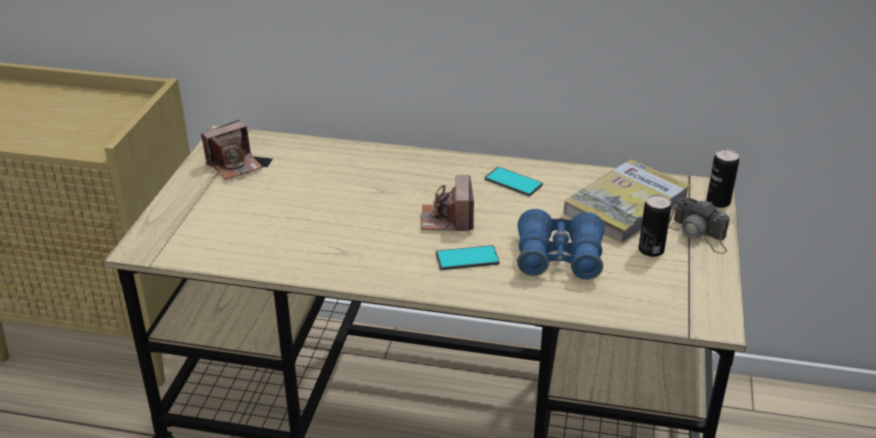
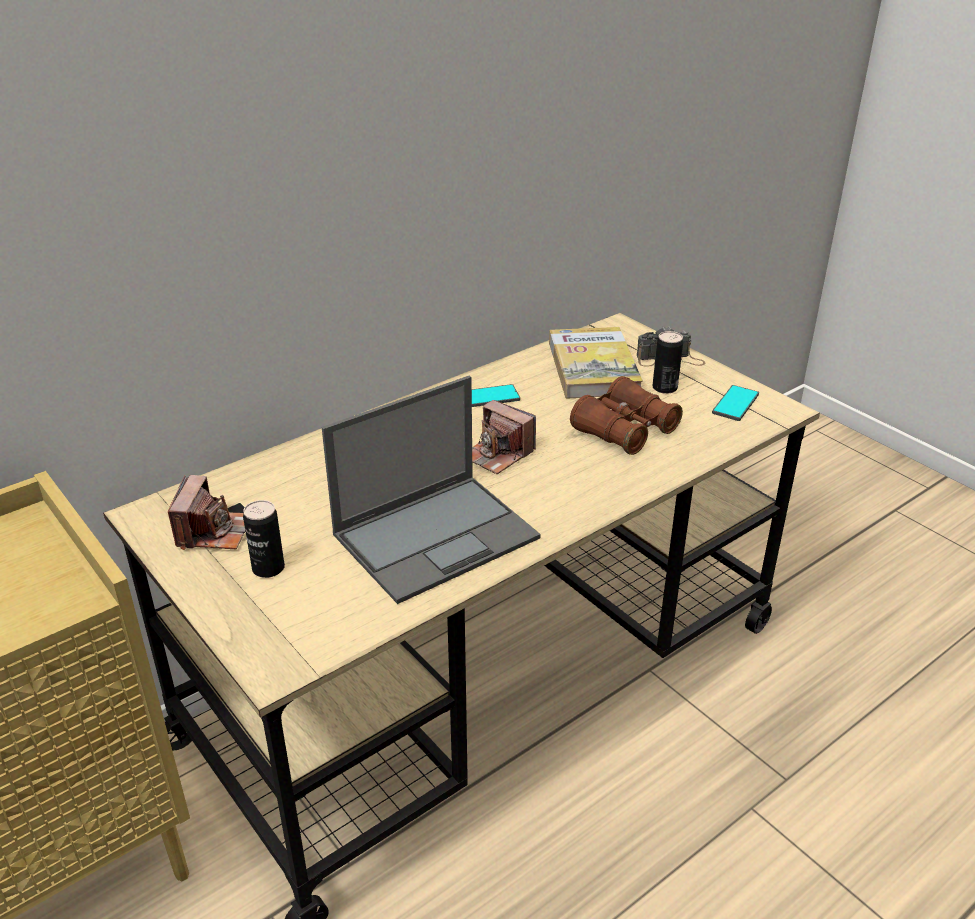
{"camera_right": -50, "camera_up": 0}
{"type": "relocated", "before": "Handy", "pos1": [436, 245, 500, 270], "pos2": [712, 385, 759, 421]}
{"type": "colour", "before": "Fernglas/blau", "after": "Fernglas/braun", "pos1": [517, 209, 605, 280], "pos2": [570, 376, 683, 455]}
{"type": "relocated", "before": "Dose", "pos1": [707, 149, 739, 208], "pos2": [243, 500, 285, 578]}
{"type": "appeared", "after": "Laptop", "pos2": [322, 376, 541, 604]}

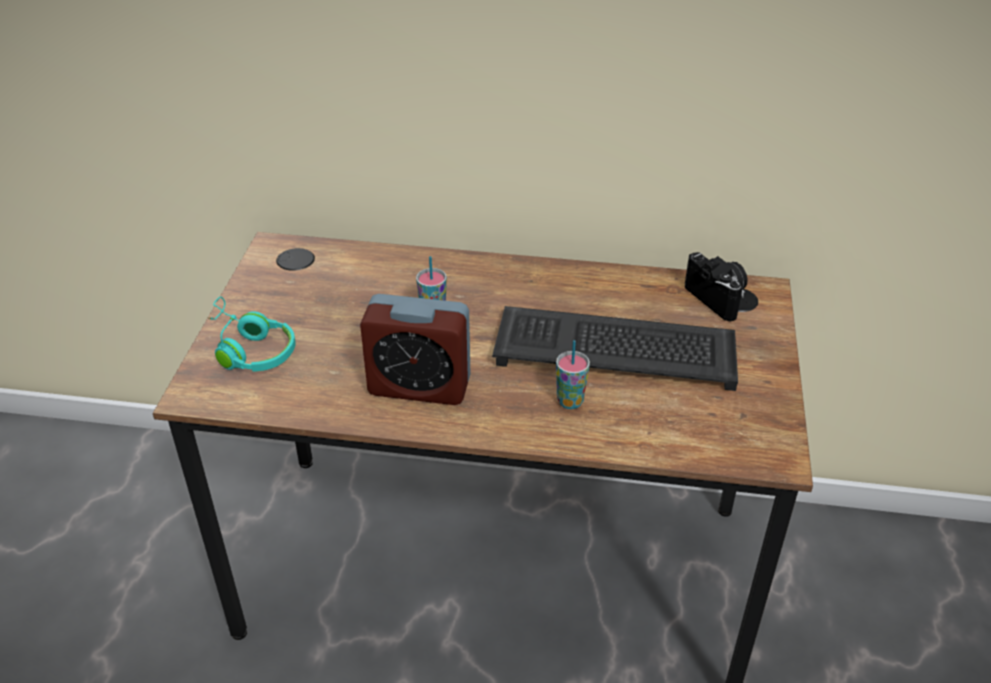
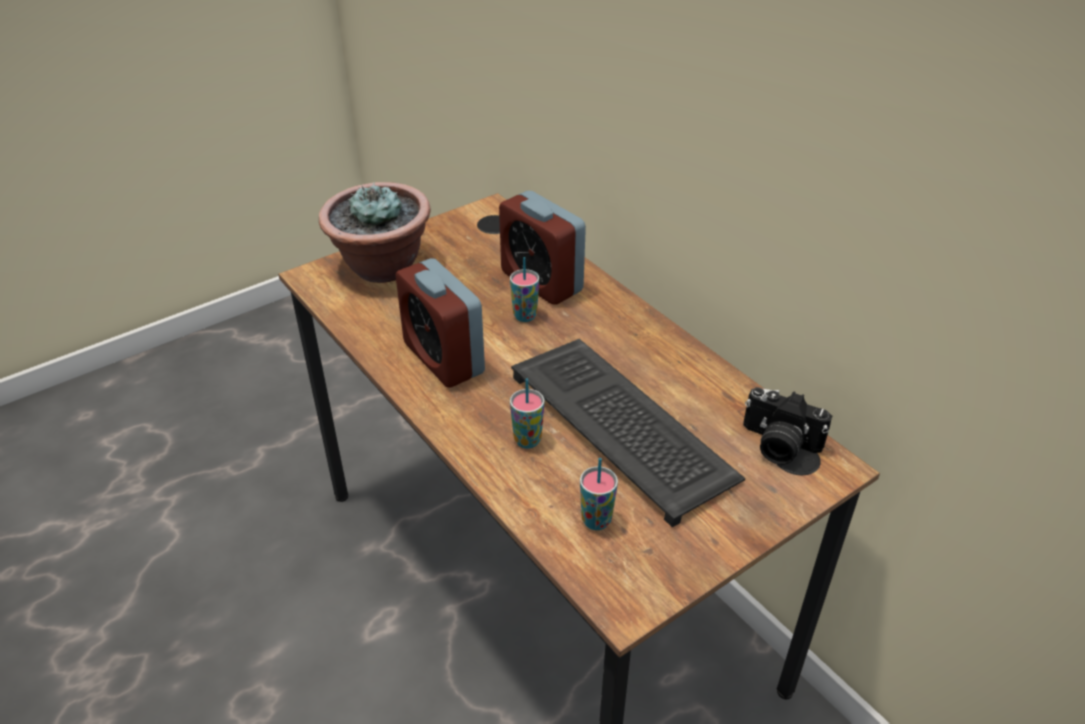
{"camera_right": 45, "camera_up": 0}
{"type": "exchanged", "before": "Kopfhörer/türkis", "after": "Topfpflanze", "pos1": [210, 297, 296, 372], "pos2": [319, 182, 431, 283]}
{"type": "spun", "before": "Kamera", "pos1": [685, 252, 748, 322], "pos2": [743, 387, 832, 465], "turn": 105}
{"type": "appeared", "after": "Wecker", "pos2": [499, 191, 586, 305]}
{"type": "appeared", "after": "Tasse", "pos2": [580, 458, 618, 530]}

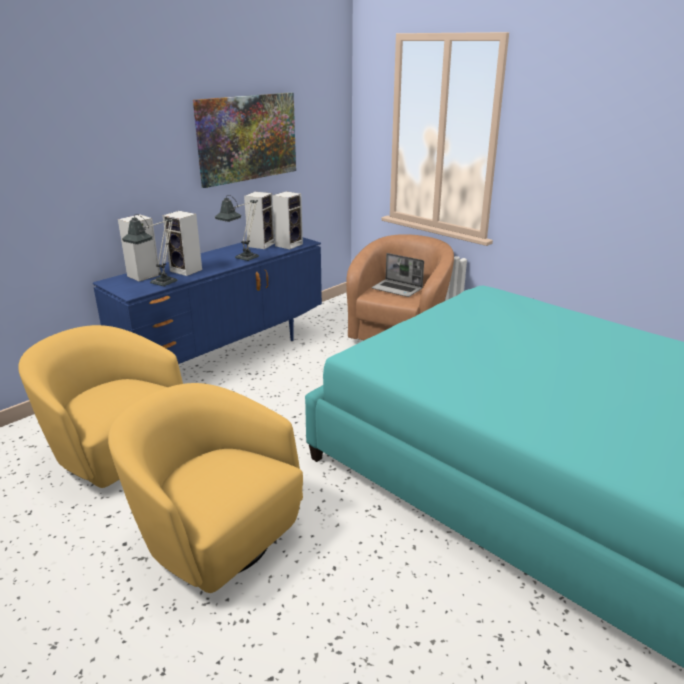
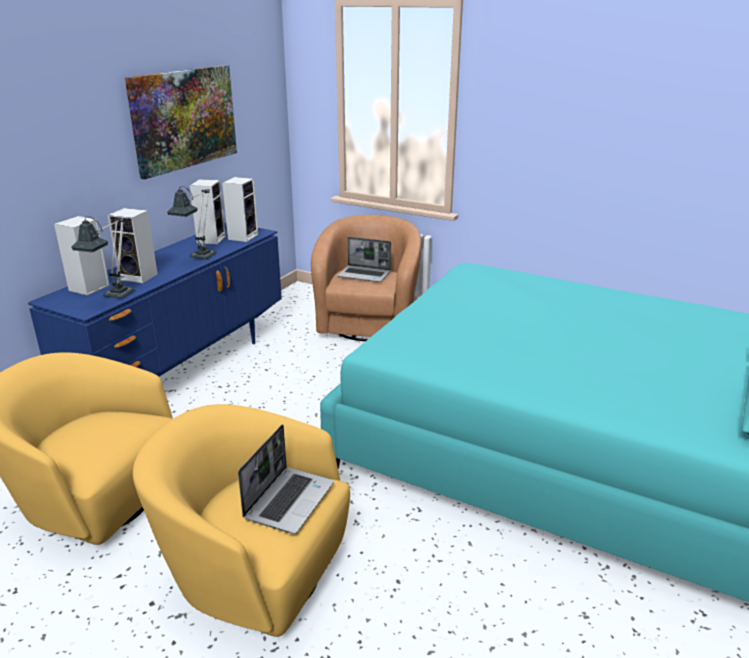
{"camera_right": -15, "camera_up": 0}
{"type": "appeared", "after": "Laptop", "pos2": [238, 424, 334, 534]}

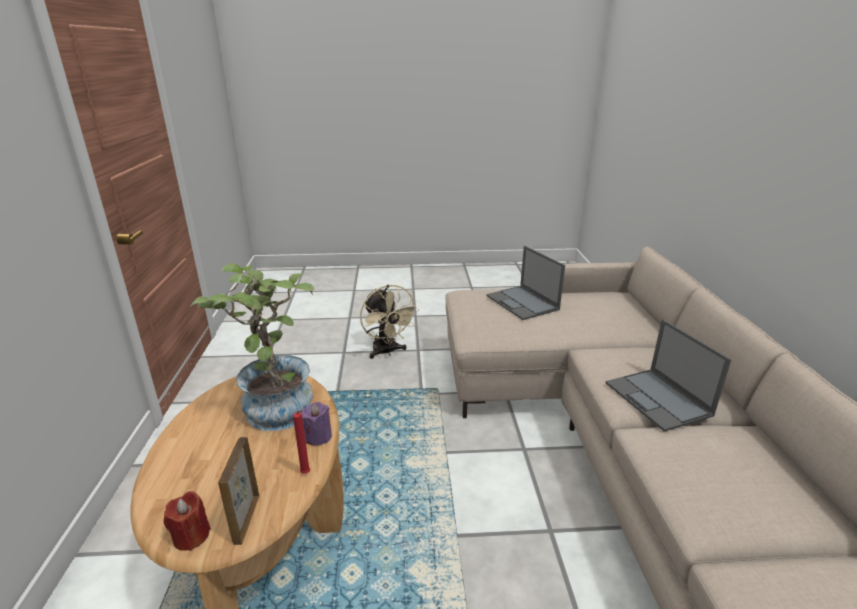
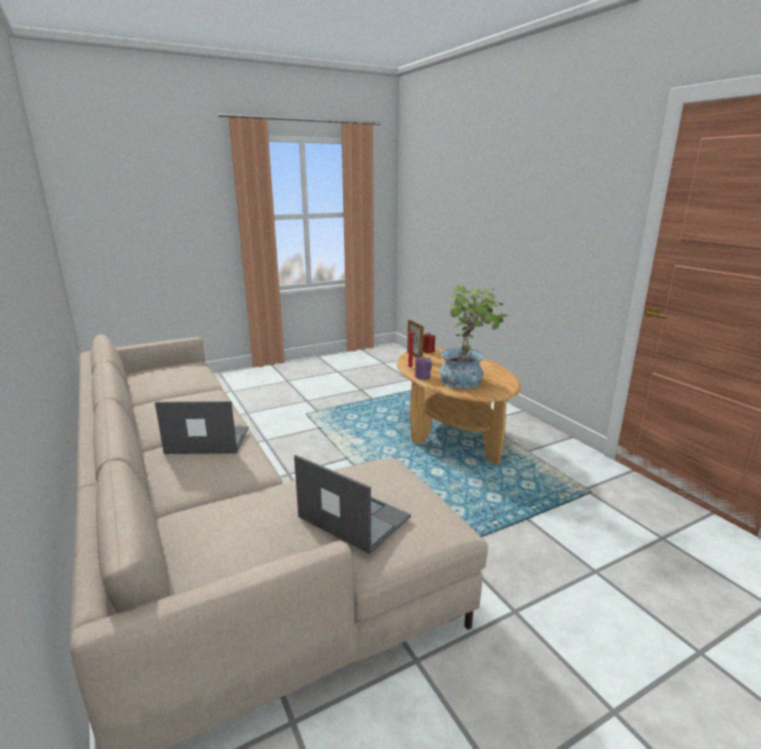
{"camera_right": 155, "camera_up": -5}
{"type": "missing", "before": "Ventilator/beige", "pos1": [360, 285, 419, 359]}
{"type": "spun", "before": "Laptop", "pos1": [606, 319, 732, 432], "pos2": [155, 401, 249, 454], "turn": -45}

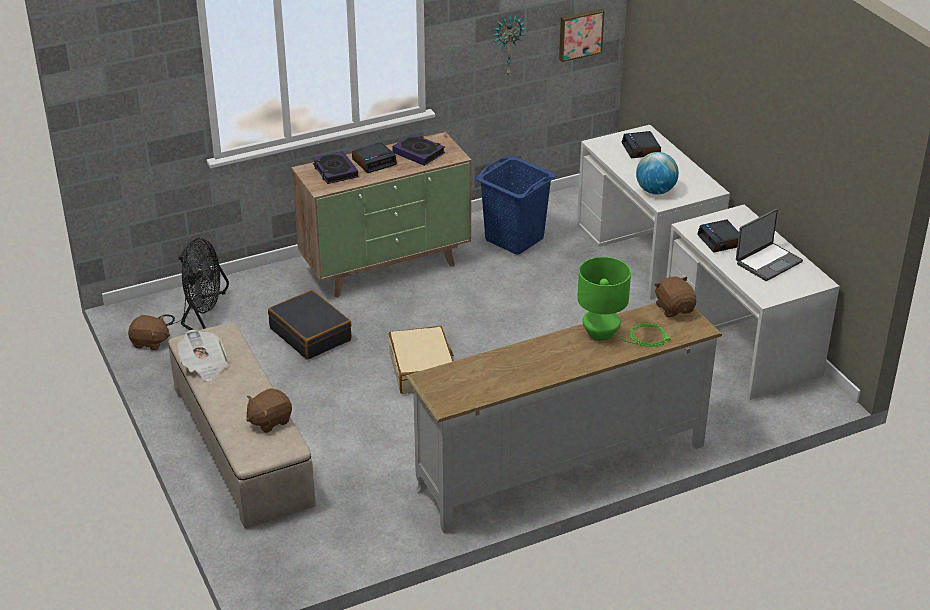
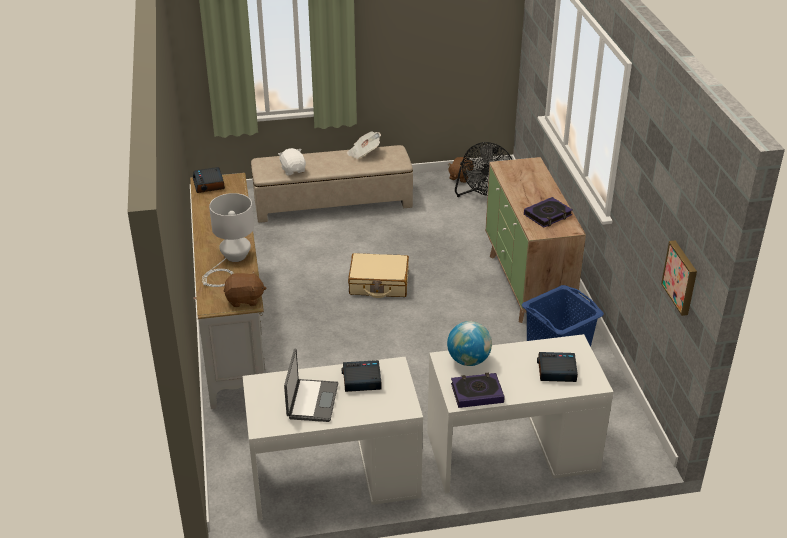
{"camera_right": 105, "camera_up": 0}
{"type": "colour", "before": "Plüschtier/braun", "after": "Plüschtier/weiß", "pos1": [246, 388, 292, 433], "pos2": [278, 148, 306, 176]}
{"type": "missing", "before": "Koffer/schwarz", "pos1": [268, 290, 352, 360]}
{"type": "relocated", "before": "Buch", "pos1": [313, 151, 358, 184], "pos2": [451, 373, 505, 408]}
{"type": "relocated", "before": "Wecker", "pos1": [352, 142, 397, 173], "pos2": [193, 167, 225, 193]}
{"type": "missing", "before": "Wanduhr", "pos1": [493, 14, 526, 76]}
{"type": "colour", "before": "Tischlampe/grün", "after": "Tischlampe/grau", "pos1": [577, 257, 671, 347], "pos2": [202, 193, 254, 287]}
{"type": "spun", "before": "Laptop", "pos1": [736, 209, 803, 281], "pos2": [284, 349, 338, 422], "turn": -150}

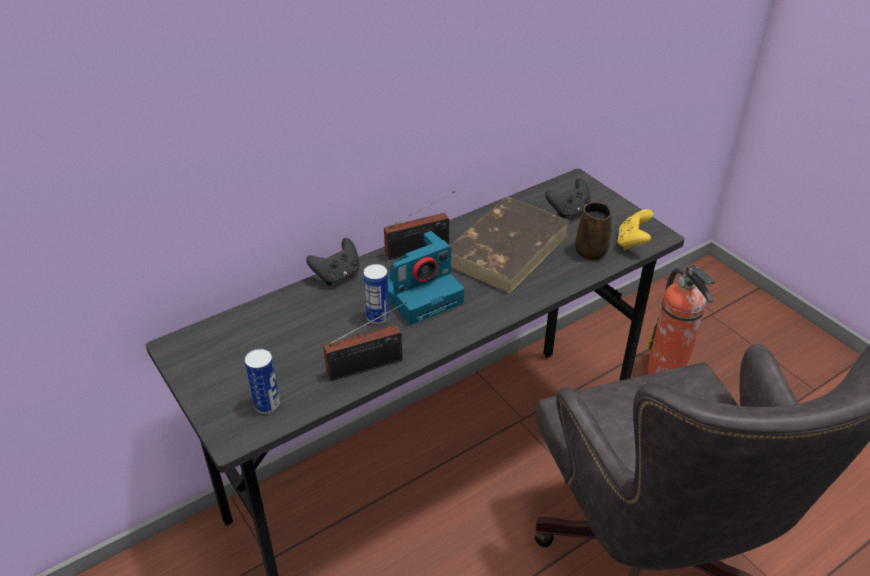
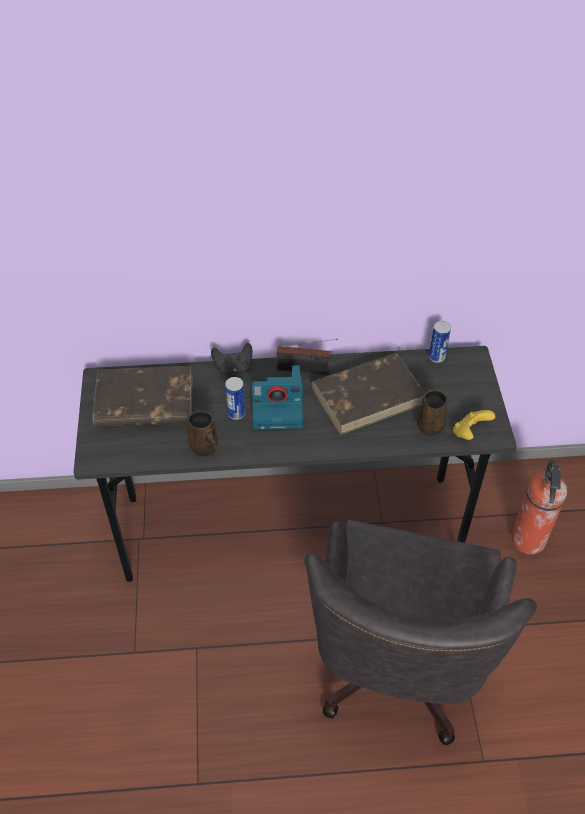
{"camera_right": 30, "camera_up": 10}
{"type": "relocated", "before": "Dose", "pos1": [245, 349, 280, 414], "pos2": [429, 321, 451, 363]}
{"type": "exchanged", "before": "Radio", "after": "Henkelbecher/braun", "pos1": [323, 302, 406, 381], "pos2": [188, 411, 218, 456]}
{"type": "missing", "before": "Gamepad/schwarz", "pos1": [545, 178, 591, 218]}
{"type": "appeared", "after": "Buch/braun", "pos2": [93, 366, 193, 427]}

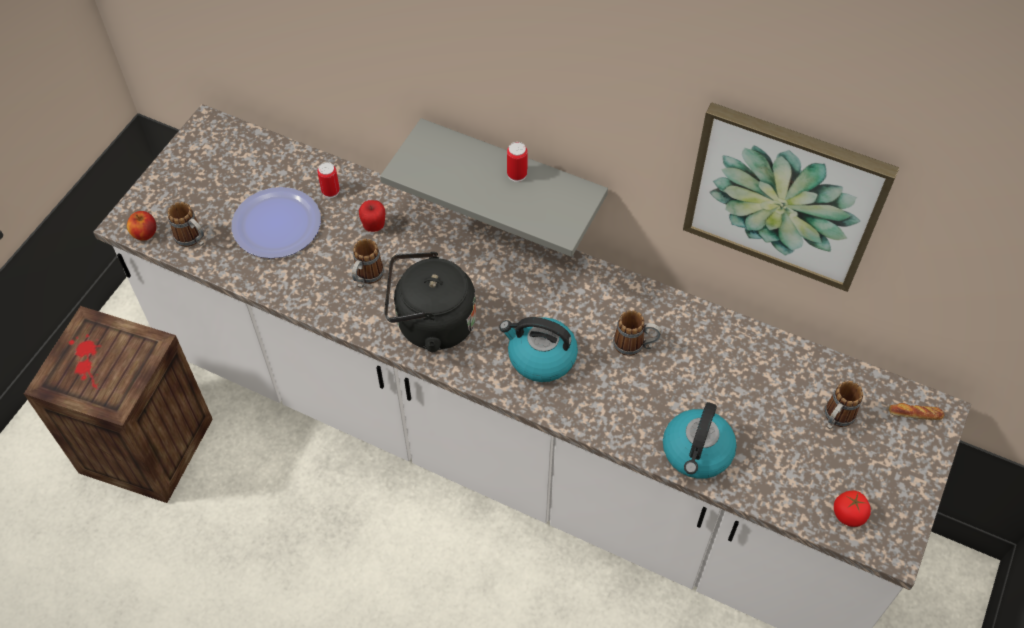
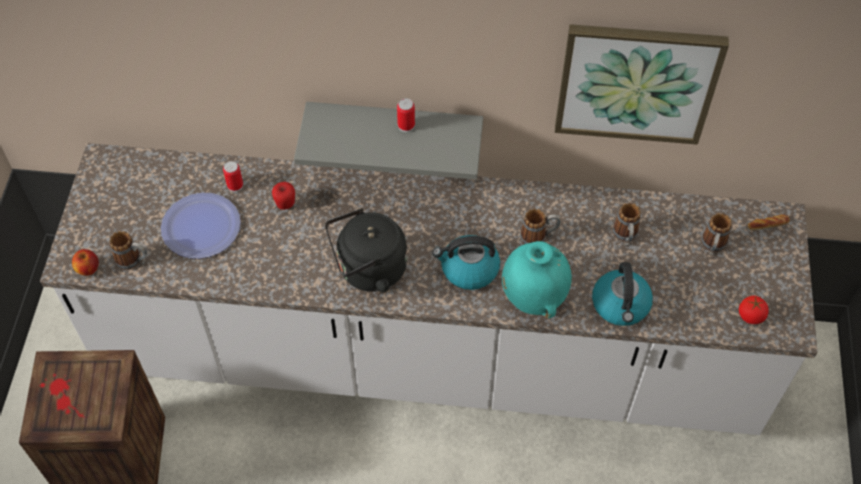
{"camera_right": -20, "camera_up": 0}
{"type": "relocated", "before": "Henkelbecher", "pos1": [352, 239, 384, 288], "pos2": [613, 203, 641, 246]}
{"type": "appeared", "after": "Vase/türkis", "pos2": [502, 241, 572, 318]}

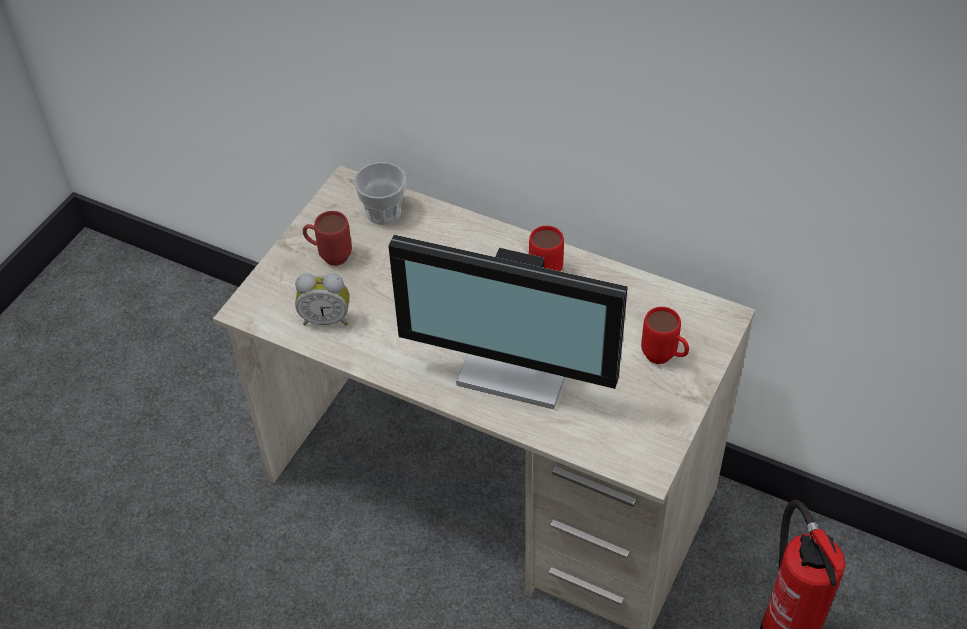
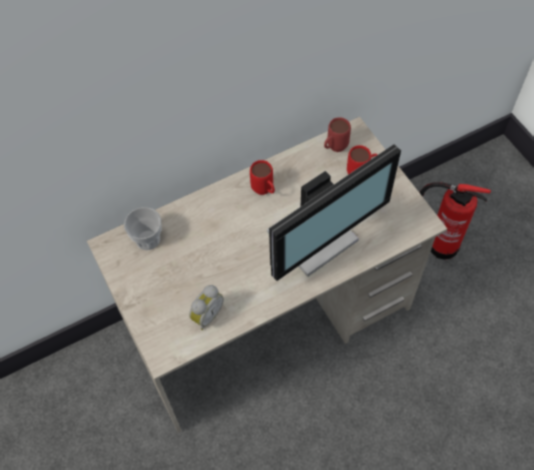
{"camera_right": -55, "camera_up": 10}
{"type": "relocated", "before": "Henkelbecher/rot", "pos1": [303, 211, 352, 266], "pos2": [324, 117, 351, 152]}

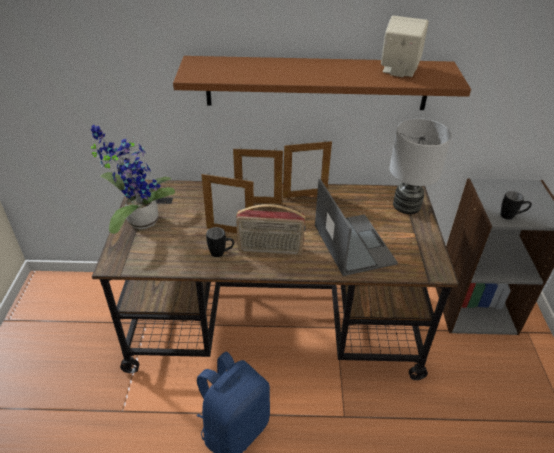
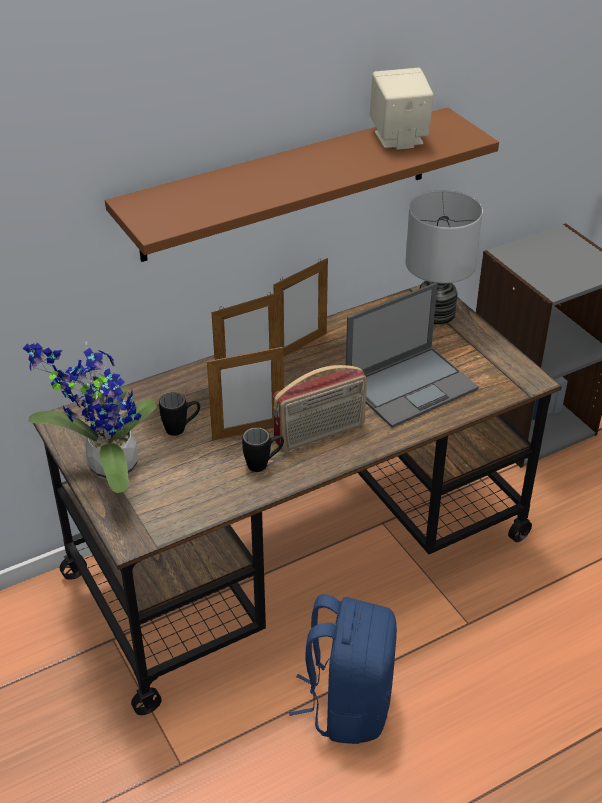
{"camera_right": -30, "camera_up": 0}
{"type": "spun", "before": "Laptop", "pos1": [315, 179, 398, 276], "pos2": [345, 282, 479, 428], "turn": 105}
{"type": "relocated", "before": "Henkelbecher/schwarz", "pos1": [501, 191, 532, 220], "pos2": [159, 392, 200, 436]}

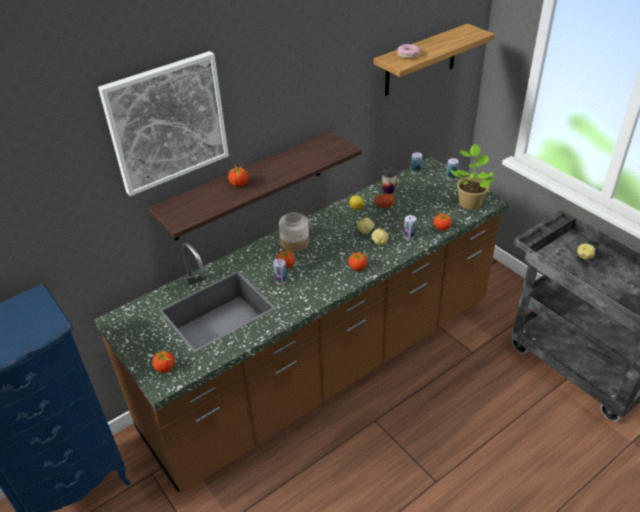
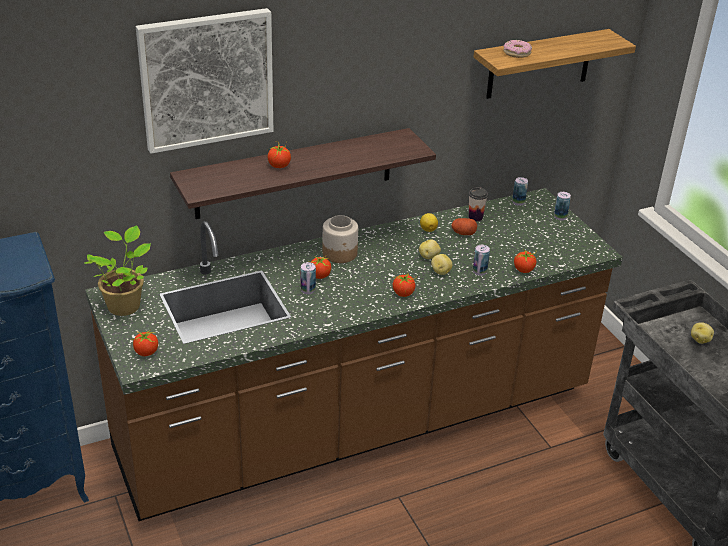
{"camera_right": 10, "camera_up": -5}
{"type": "relocated", "before": "Topfpflanze", "pos1": [450, 144, 496, 210], "pos2": [84, 225, 151, 316]}

